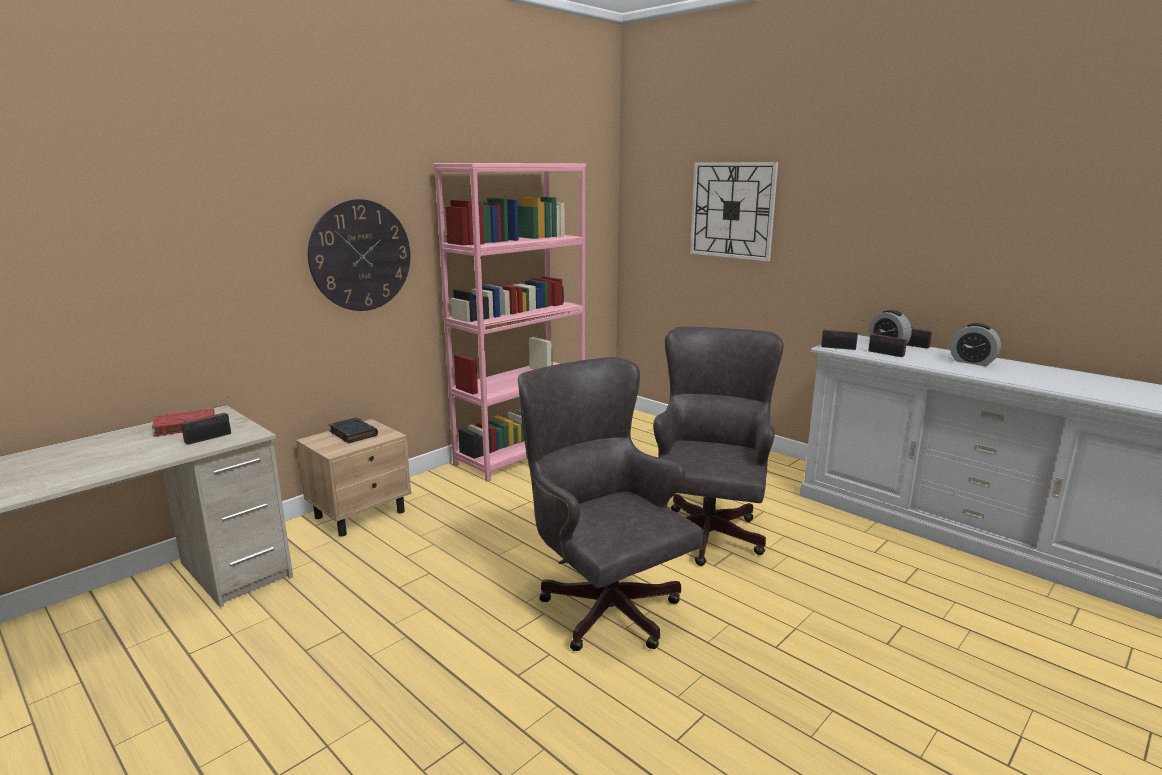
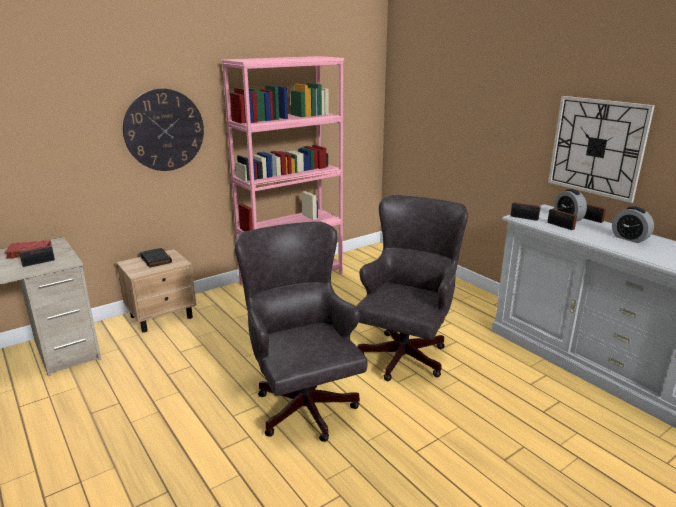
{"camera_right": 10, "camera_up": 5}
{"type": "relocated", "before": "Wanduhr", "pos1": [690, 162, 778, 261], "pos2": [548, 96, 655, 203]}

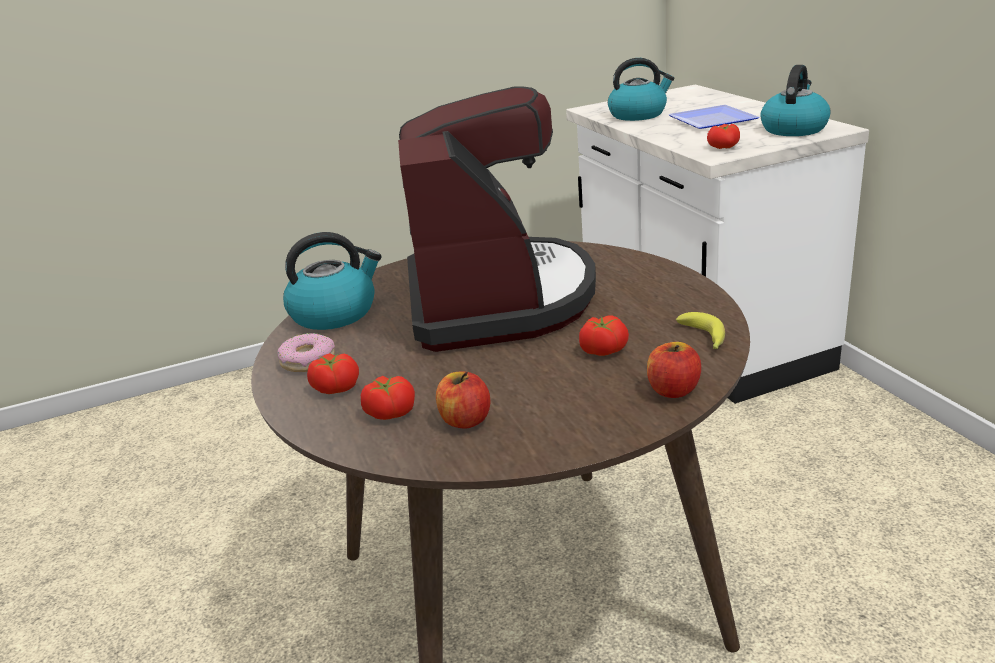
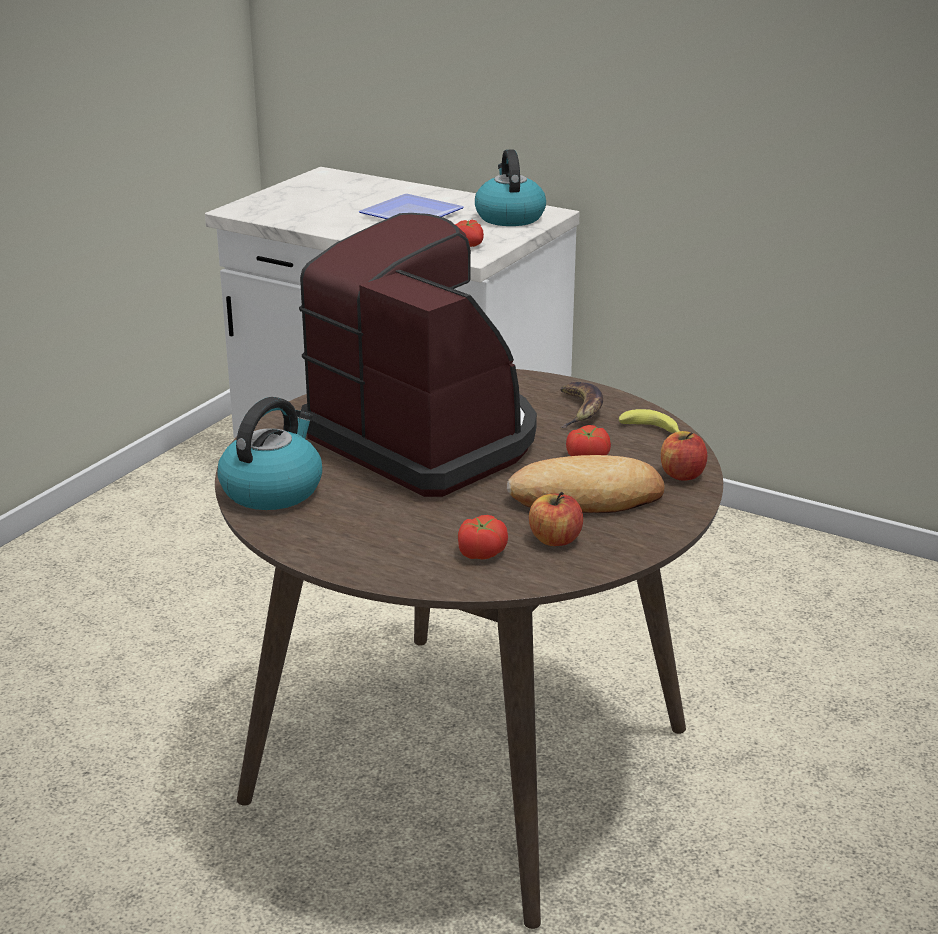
{"camera_right": -40, "camera_up": 0}
{"type": "missing", "before": "Donut", "pos1": [277, 333, 335, 372]}
{"type": "missing", "before": "Tomate", "pos1": [307, 353, 359, 394]}
{"type": "missing", "before": "Wasserkessel", "pos1": [608, 58, 674, 121]}
{"type": "appeared", "after": "Brot", "pos2": [507, 455, 665, 513]}
{"type": "appeared", "after": "Banane", "pos2": [560, 382, 603, 428]}

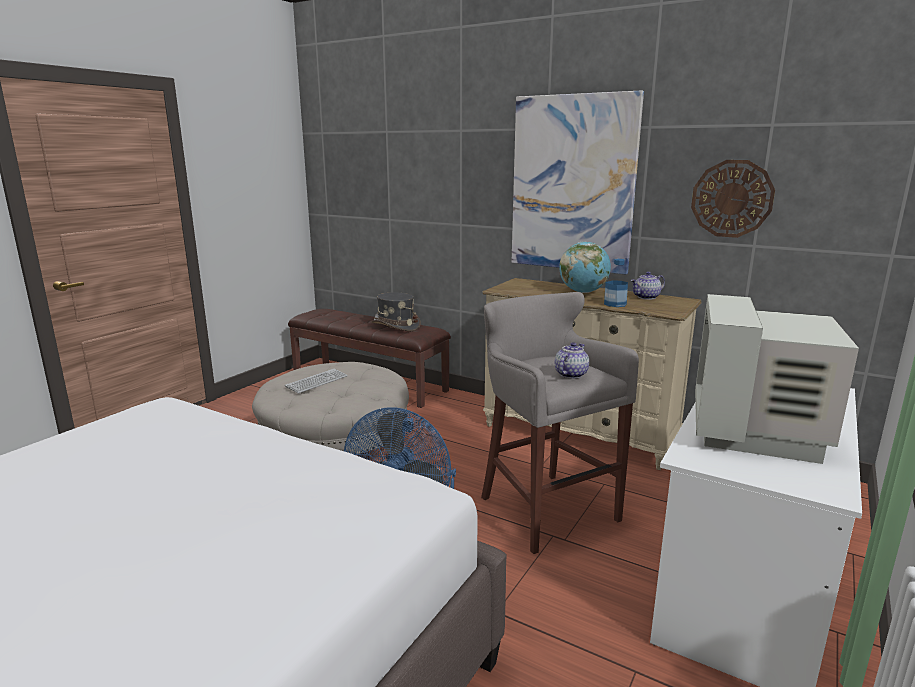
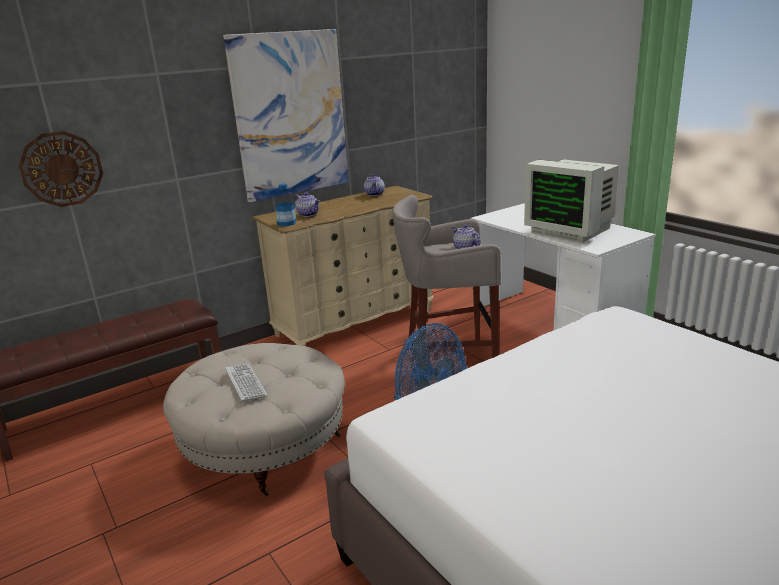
{"camera_right": -65, "camera_up": 5}
{"type": "missing", "before": "Hut/grau", "pos1": [371, 292, 421, 331]}
{"type": "missing", "before": "Globus", "pos1": [559, 242, 611, 293]}
{"type": "relocated", "before": "Flasche", "pos1": [604, 259, 628, 307], "pos2": [275, 184, 296, 226]}
{"type": "relocated", "before": "Wanduhr", "pos1": [691, 160, 775, 238], "pos2": [18, 131, 103, 207]}
{"type": "appeared", "after": "Teekanne", "pos2": [294, 192, 320, 217]}

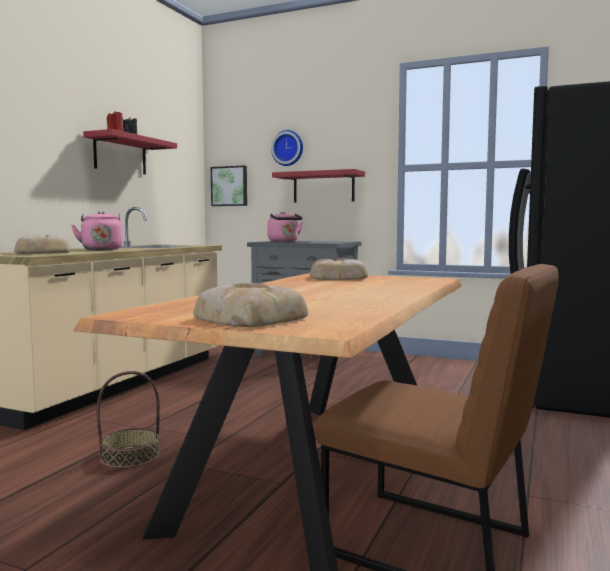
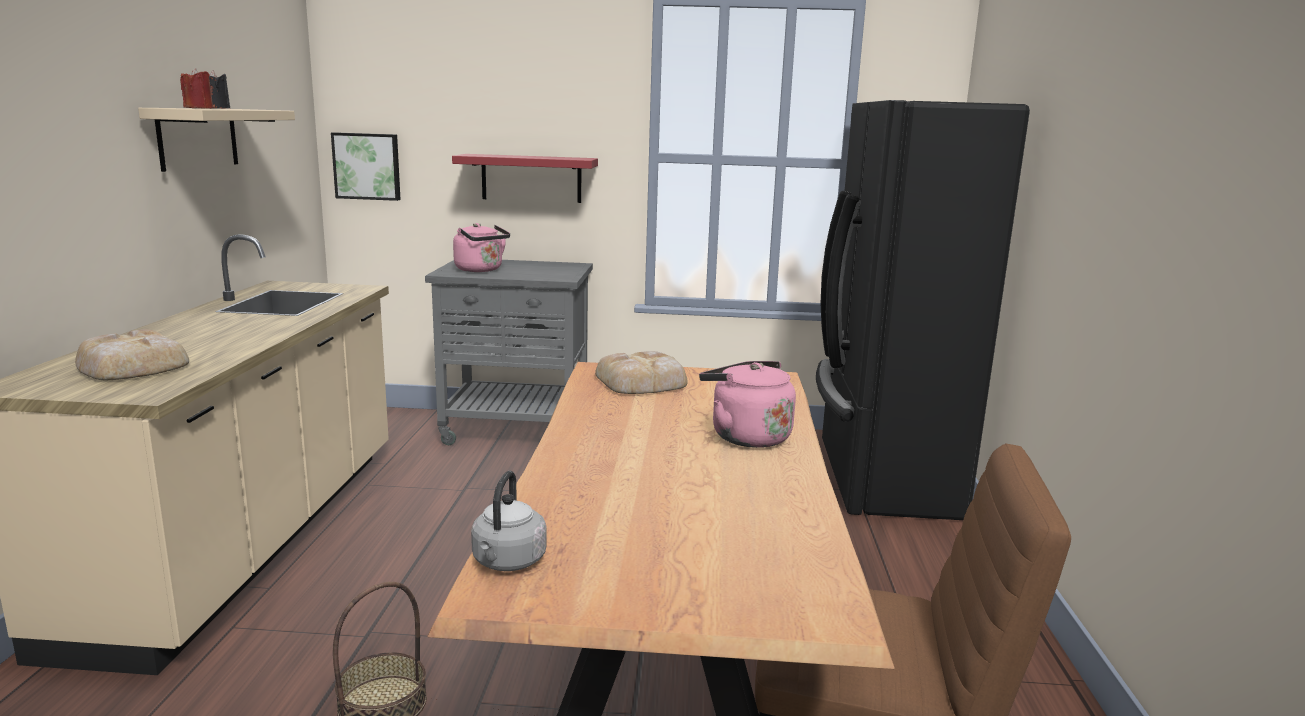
{"camera_right": -20, "camera_up": 10}
{"type": "relocated", "before": "Wasserkessel/rosa", "pos1": [71, 211, 123, 250], "pos2": [699, 361, 796, 448]}
{"type": "colour", "before": "Wandregal/rot", "after": "Wandregal/beige", "pos1": [83, 129, 177, 175], "pos2": [138, 108, 295, 172]}
{"type": "missing", "before": "Brot", "pos1": [193, 283, 308, 327]}
{"type": "missing", "before": "Wanduhr", "pos1": [271, 130, 303, 166]}
{"type": "appeared", "after": "Wasserkessel/grau", "pos2": [471, 471, 547, 571]}

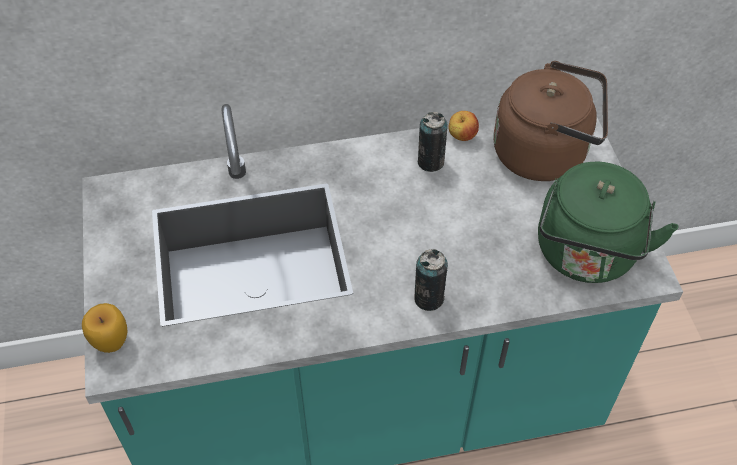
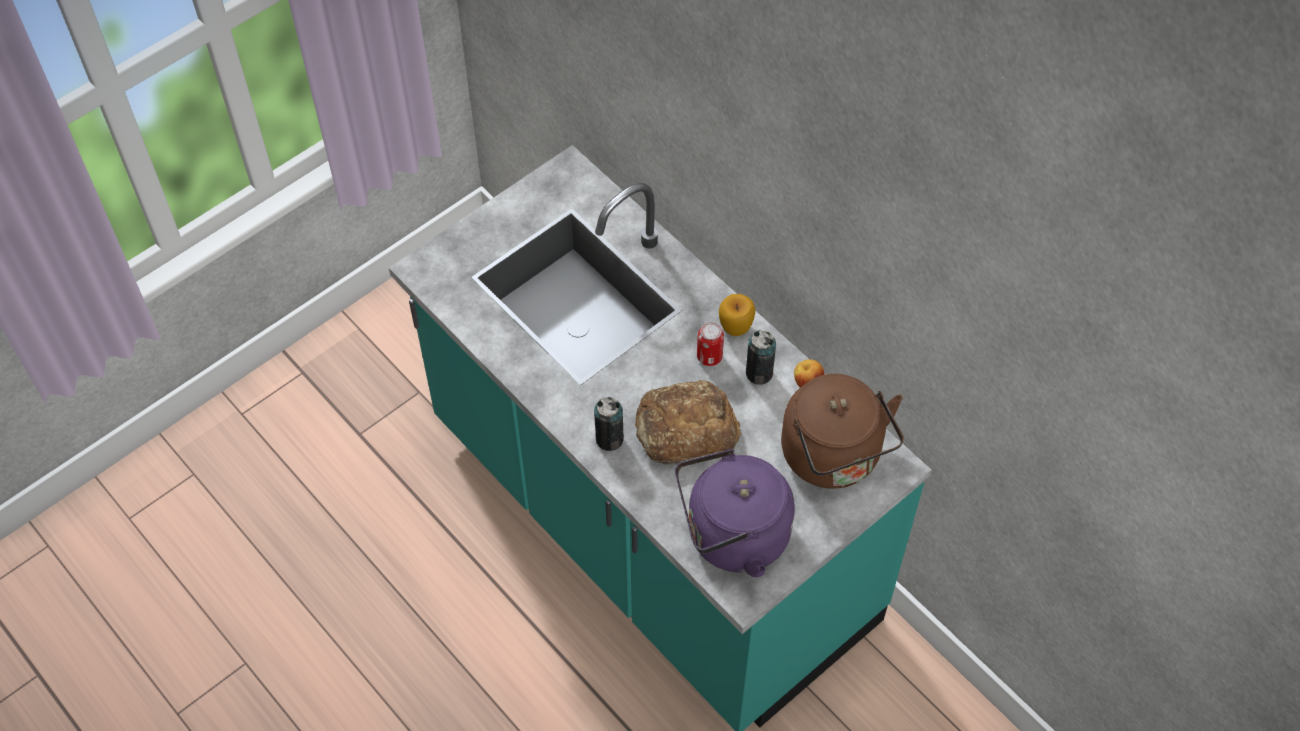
{"camera_right": 60, "camera_up": 5}
{"type": "relocated", "before": "Apfel", "pos1": [82, 303, 128, 353], "pos2": [719, 294, 755, 336]}
{"type": "colour", "before": "Wasserkessel/grün", "after": "Wasserkessel/lila", "pos1": [538, 162, 678, 283], "pos2": [675, 449, 795, 577]}
{"type": "appeared", "after": "Brot", "pos2": [635, 380, 741, 465]}
{"type": "appeared", "after": "Dose", "pos2": [697, 322, 724, 366]}

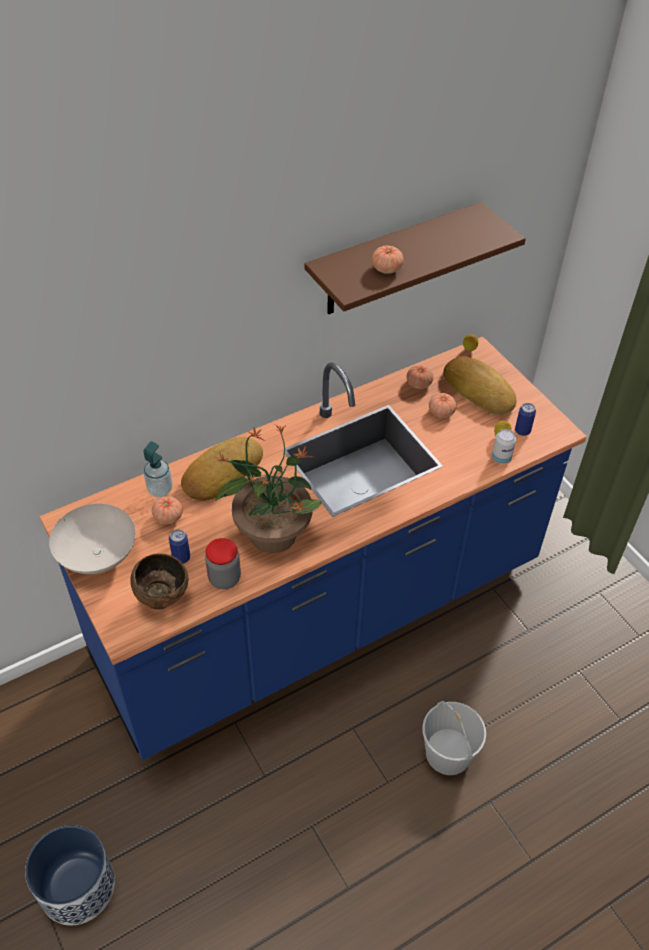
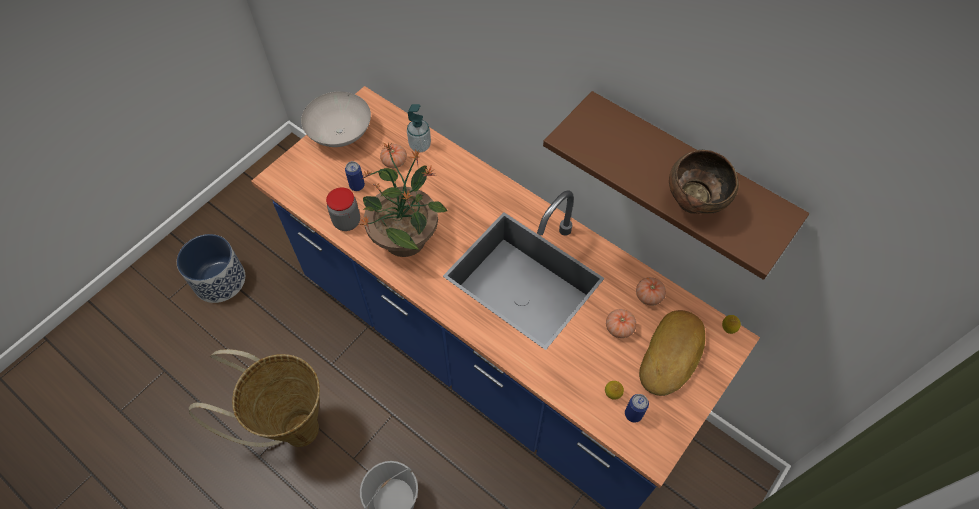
{"camera_right": 70, "camera_up": 10}
{"type": "relocated", "before": "Schüssel/braun", "pos1": [130, 553, 188, 610], "pos2": [669, 150, 739, 214]}
{"type": "missing", "before": "Brot", "pos1": [181, 437, 263, 501]}
{"type": "missing", "before": "Tomate", "pos1": [372, 245, 404, 274]}
{"type": "missing", "before": "Dose", "pos1": [492, 429, 516, 464]}
{"type": "appeared", "after": "Korb", "pos2": [189, 349, 320, 447]}

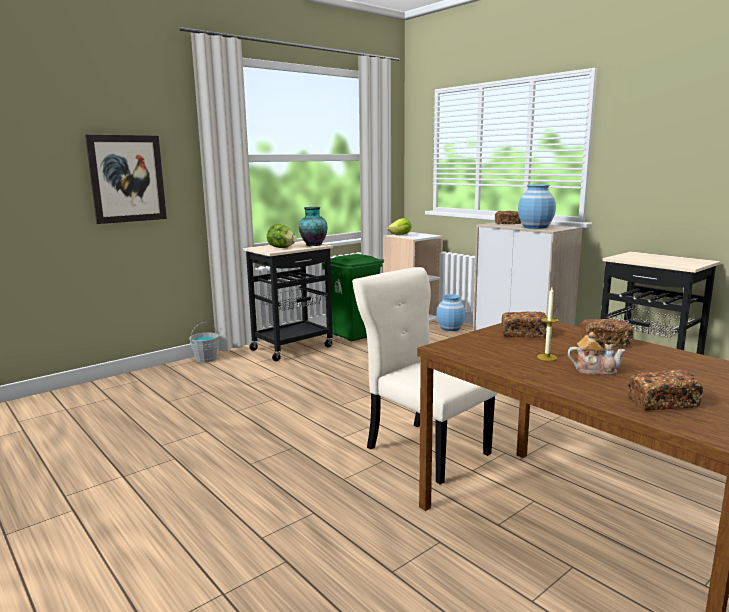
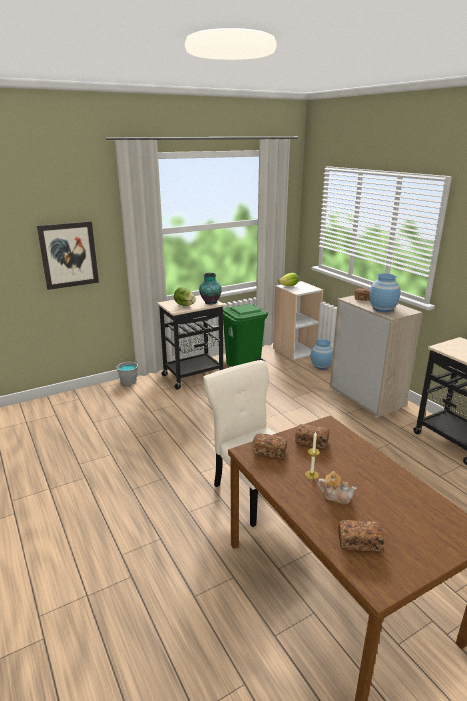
{"camera_right": 10, "camera_up": 10}
{"type": "relocated", "before": "Brot", "pos1": [580, 319, 633, 346], "pos2": [252, 433, 287, 458]}

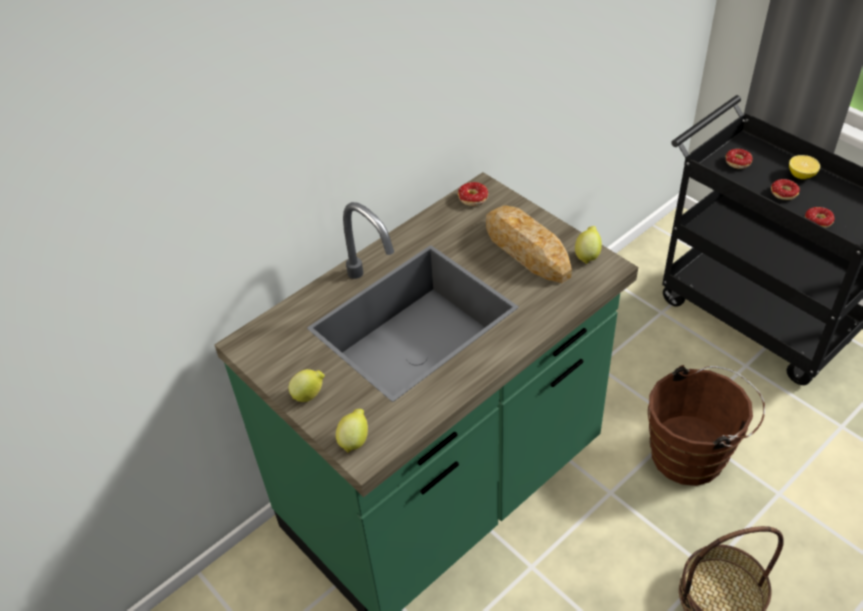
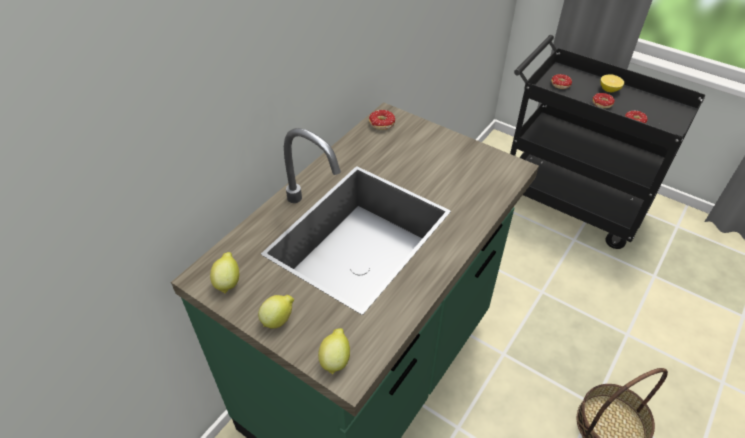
{"camera_right": -15, "camera_up": 0}
{"type": "missing", "before": "Brot", "pos1": [486, 205, 572, 283]}
{"type": "relocated", "before": "Zitrone", "pos1": [575, 226, 602, 264], "pos2": [210, 252, 239, 293]}
{"type": "missing", "before": "Eimer/braun", "pos1": [648, 365, 765, 486]}

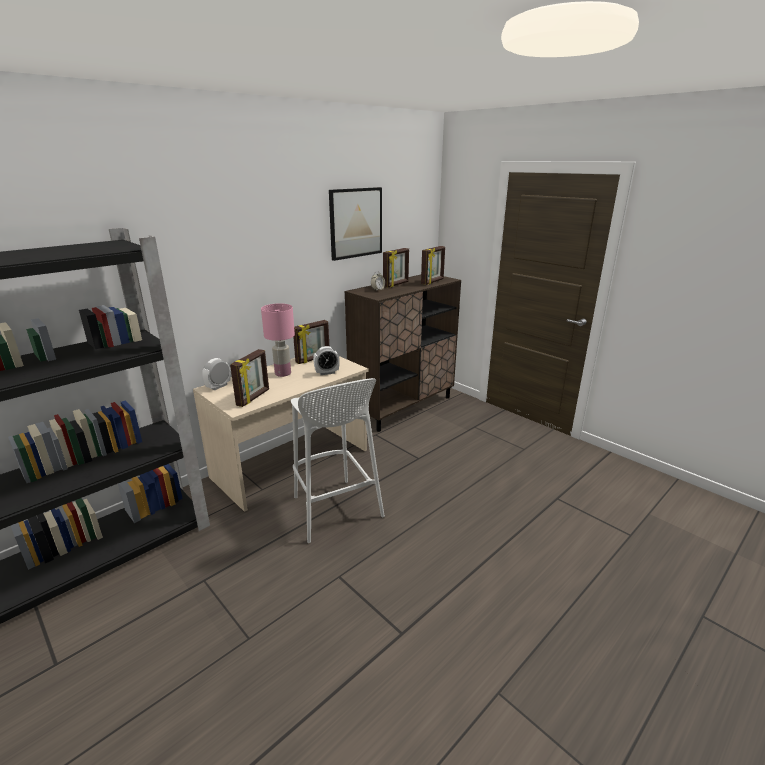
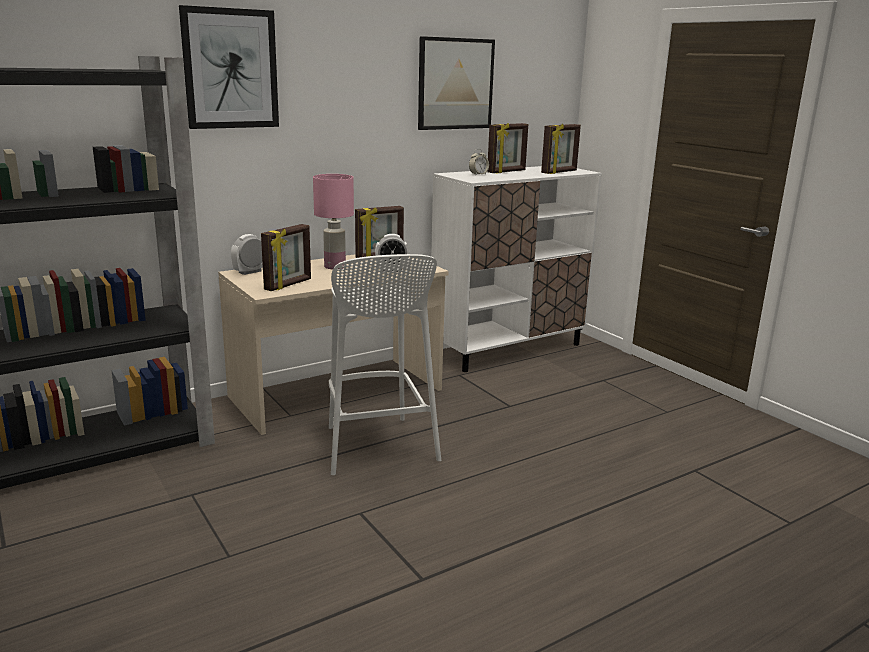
{"camera_right": 10, "camera_up": -5}
{"type": "colour", "before": "Schrank/braun", "after": "Schrank/weiß", "pos1": [345, 274, 461, 432], "pos2": [431, 166, 602, 372]}
{"type": "appeared", "after": "Bild", "pos2": [179, 5, 279, 129]}

